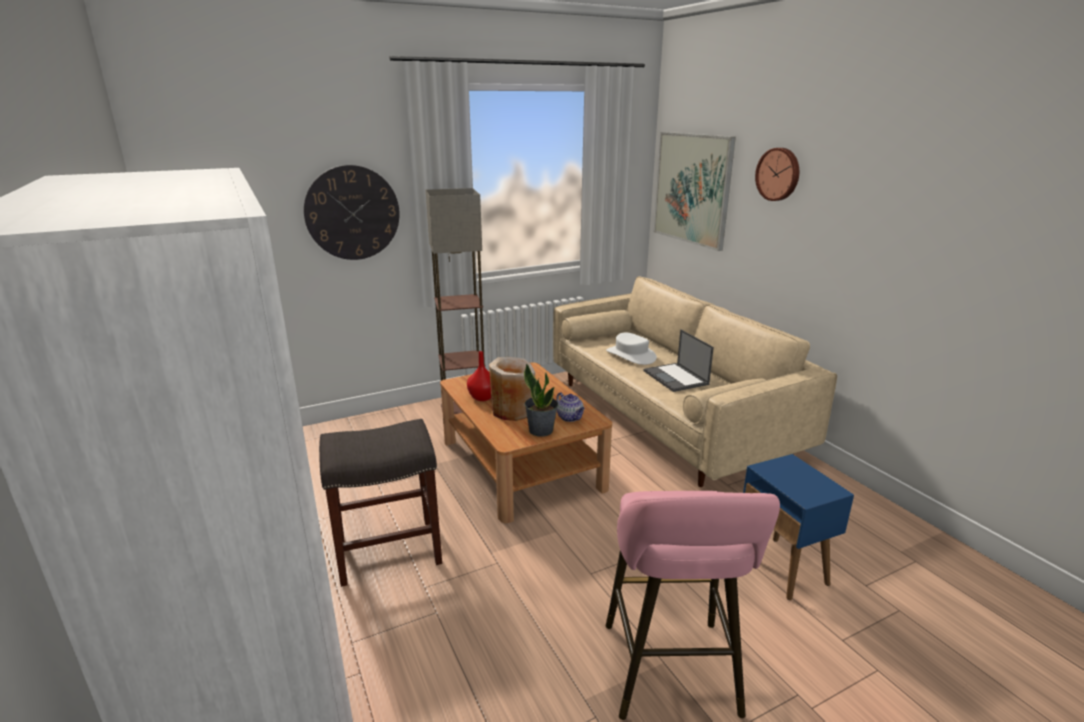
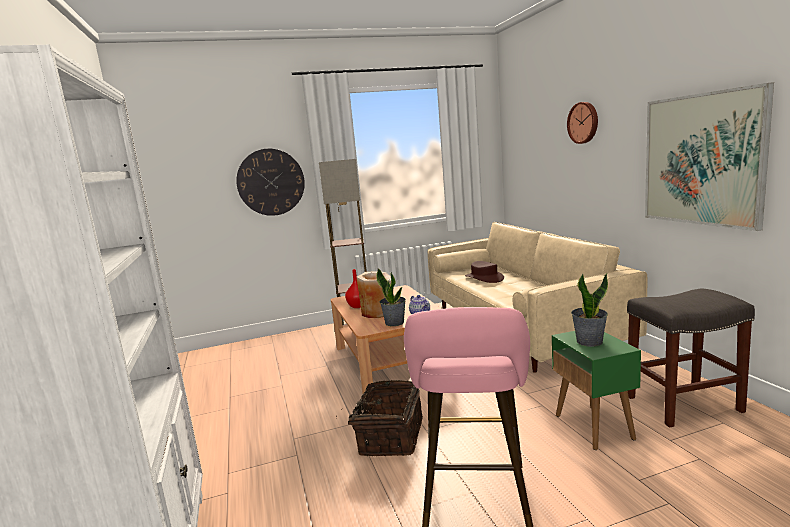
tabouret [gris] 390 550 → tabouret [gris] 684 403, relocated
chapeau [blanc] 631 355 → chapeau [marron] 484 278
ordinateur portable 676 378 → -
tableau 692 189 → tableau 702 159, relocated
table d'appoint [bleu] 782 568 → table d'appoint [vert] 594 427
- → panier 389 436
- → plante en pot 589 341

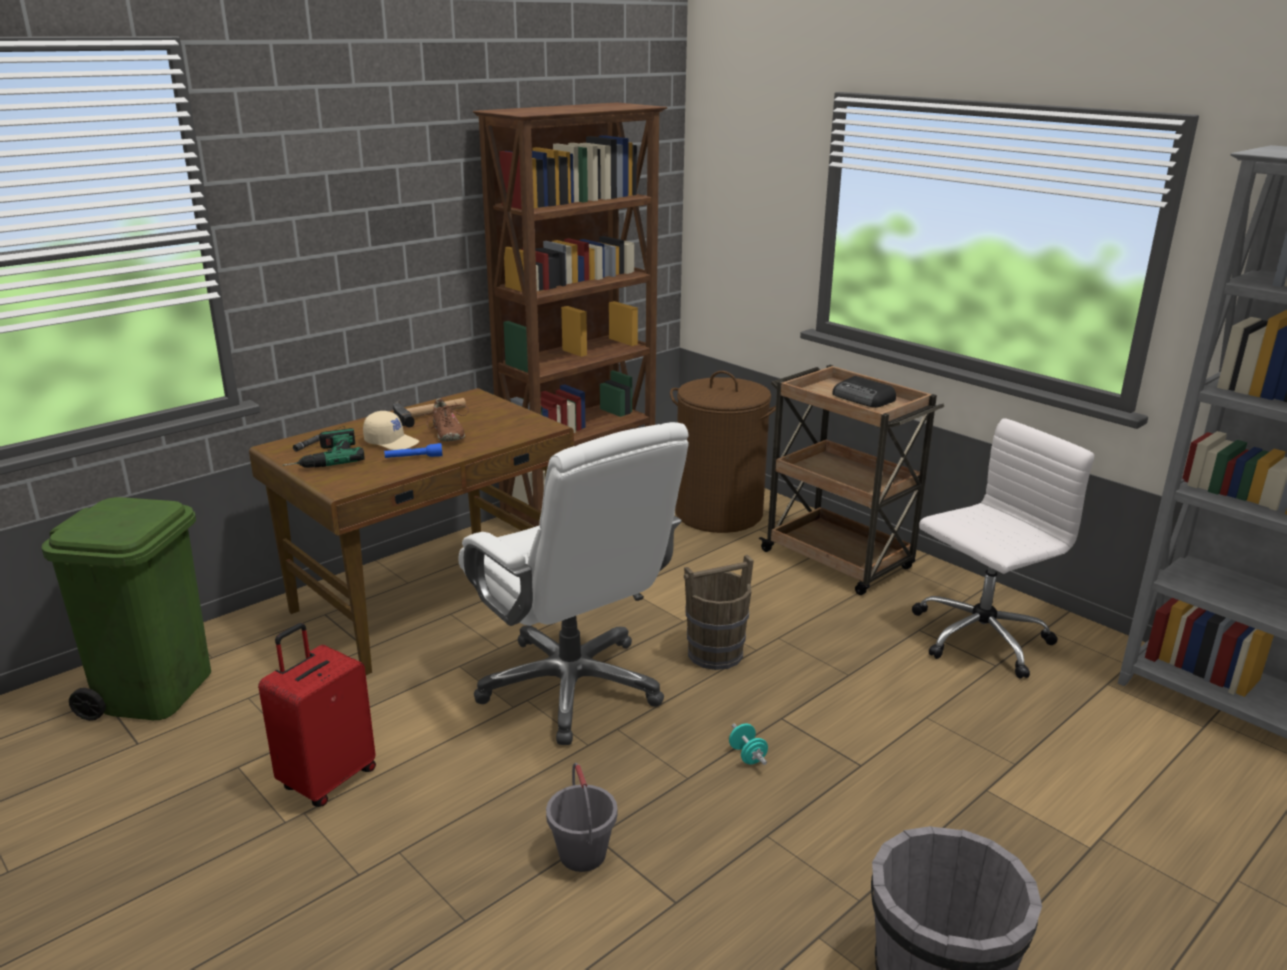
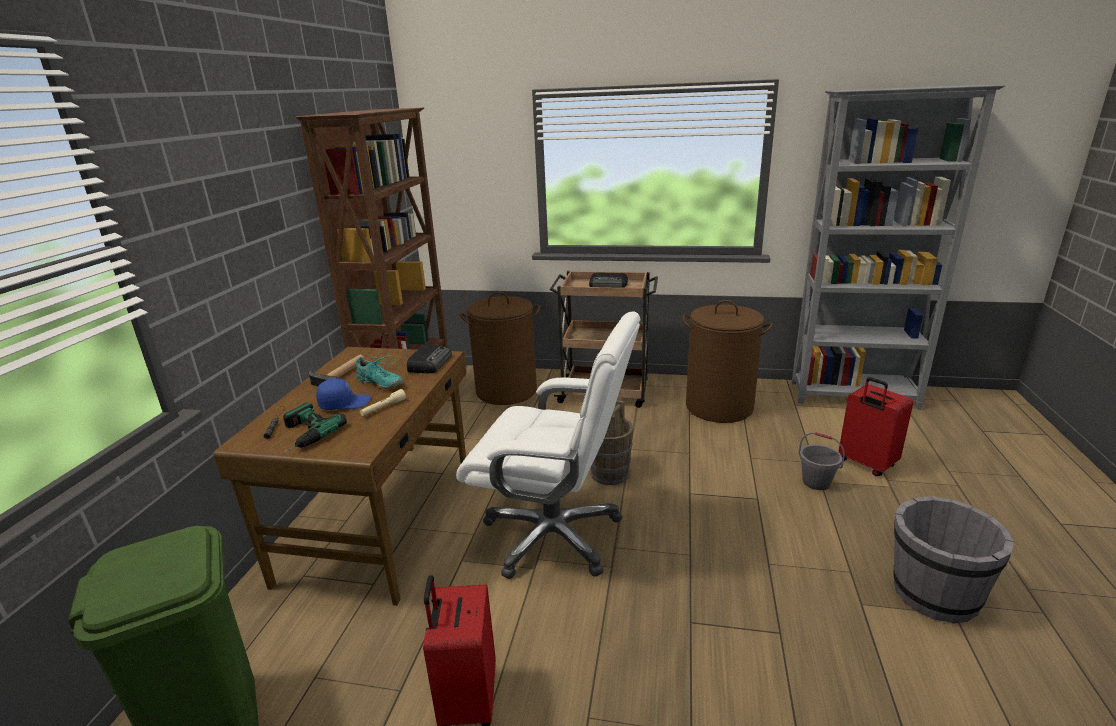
casquette [beige] 392 442 → casquette [bleu] 344 403
lampe de poche [bleu] 413 458 → lampe de poche [beige] 383 408
chaussure [marron] 446 434 → chaussure [turquoise] 380 383
seau [gris] 583 854 → seau [gris] 816 482, relocated
haltère [turquoise] 747 755 → -
chaise de bureau [blanc] 978 638 → panier à linge [marron] 719 407
- → radio 430 363
- → valise [rouge] 865 464

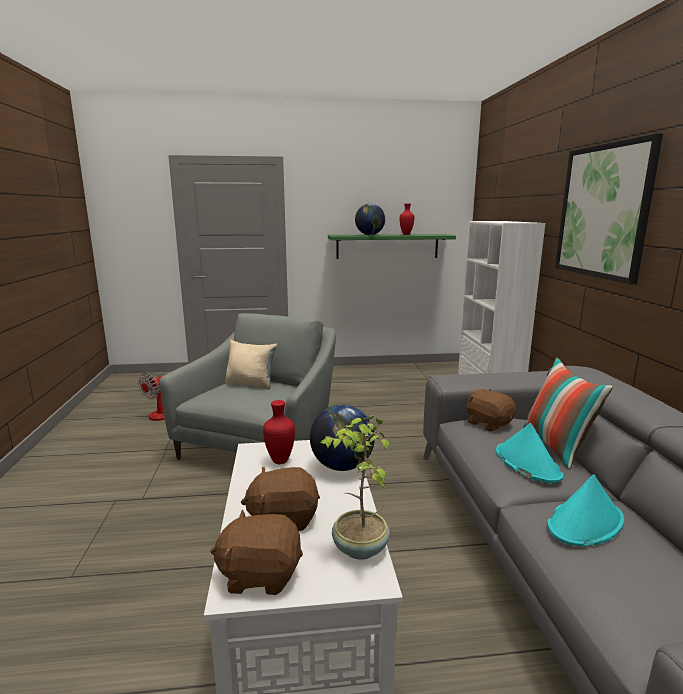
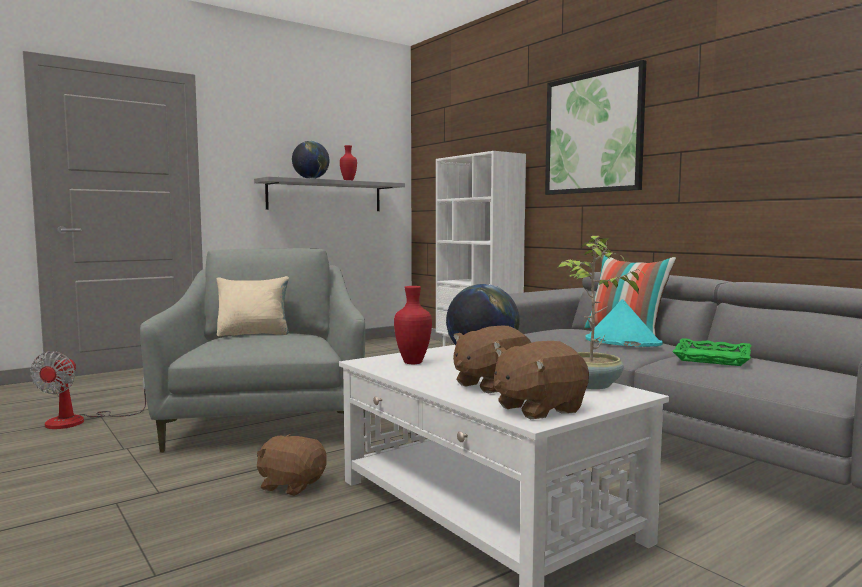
étagère [vert] 387 246 → étagère [gris] 325 196
peluche [marron] 488 423 → peluche [marron] 291 485, relocated
chapeau [turquoise] 585 523 → plateau [vert] 711 357

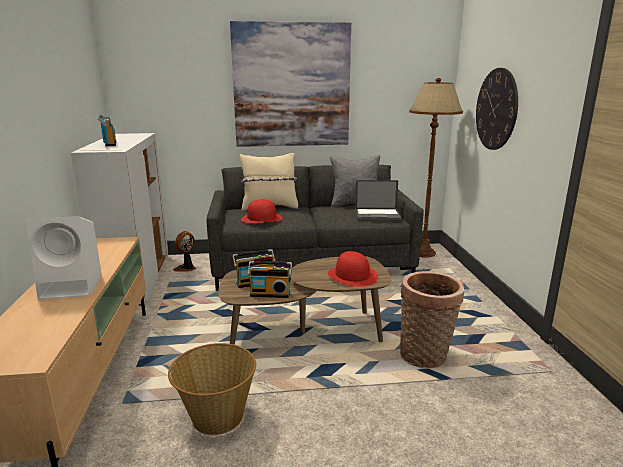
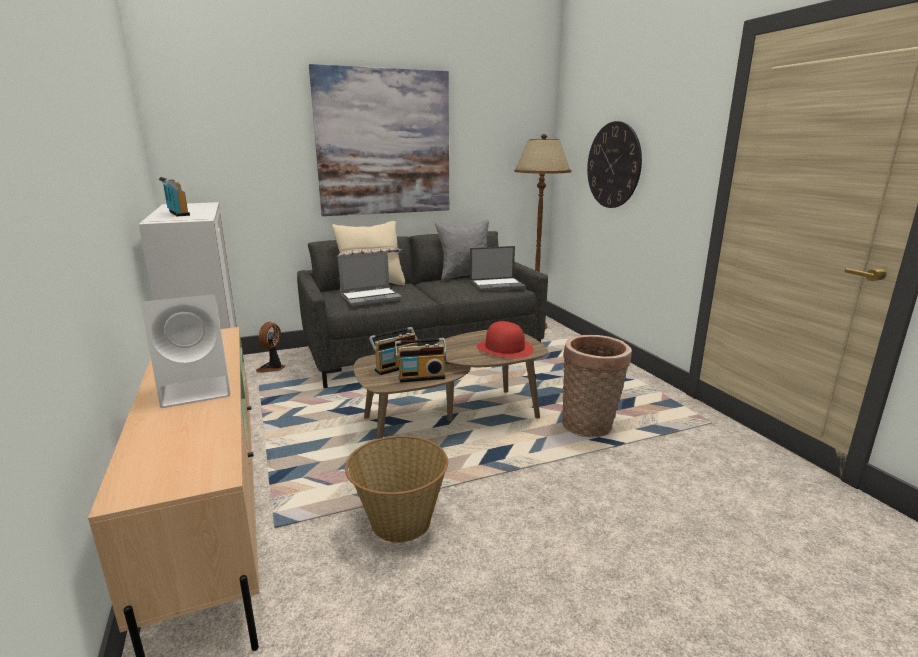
chapeau [rouge] 262 218 → ordinateur portable 371 298

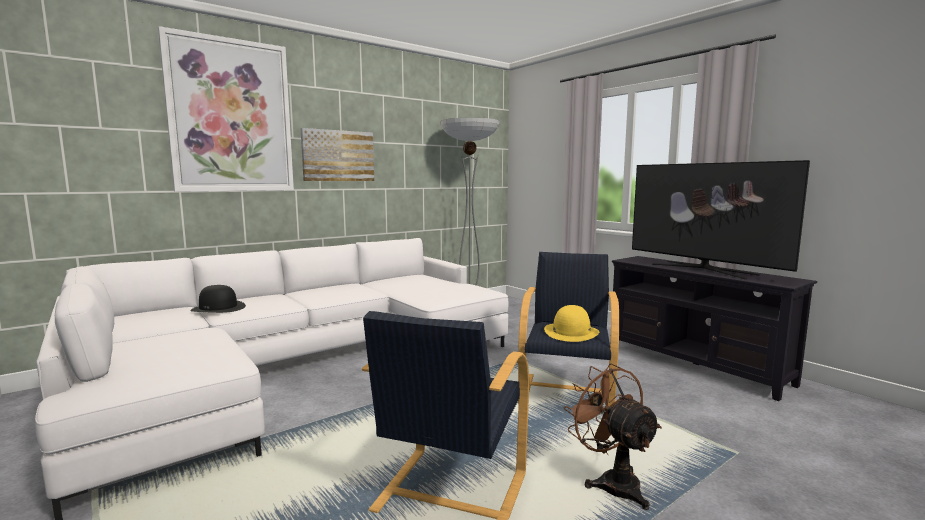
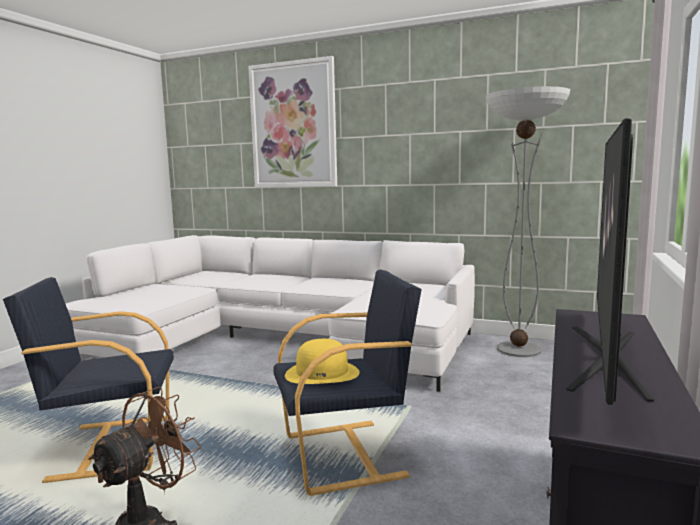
chapeau [noir] 218 308 → -
tableau 338 156 → -

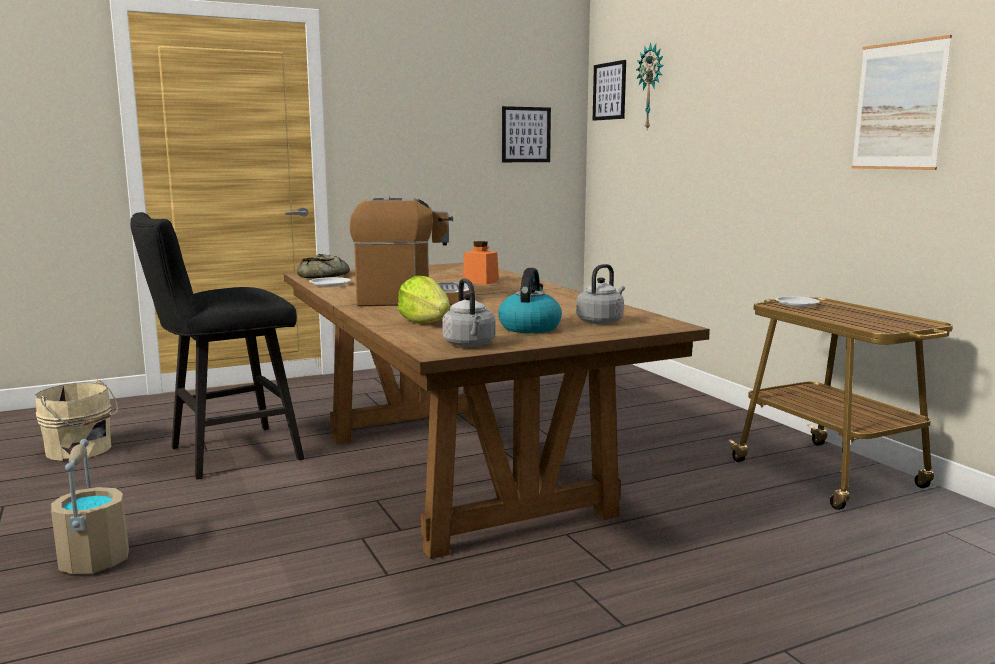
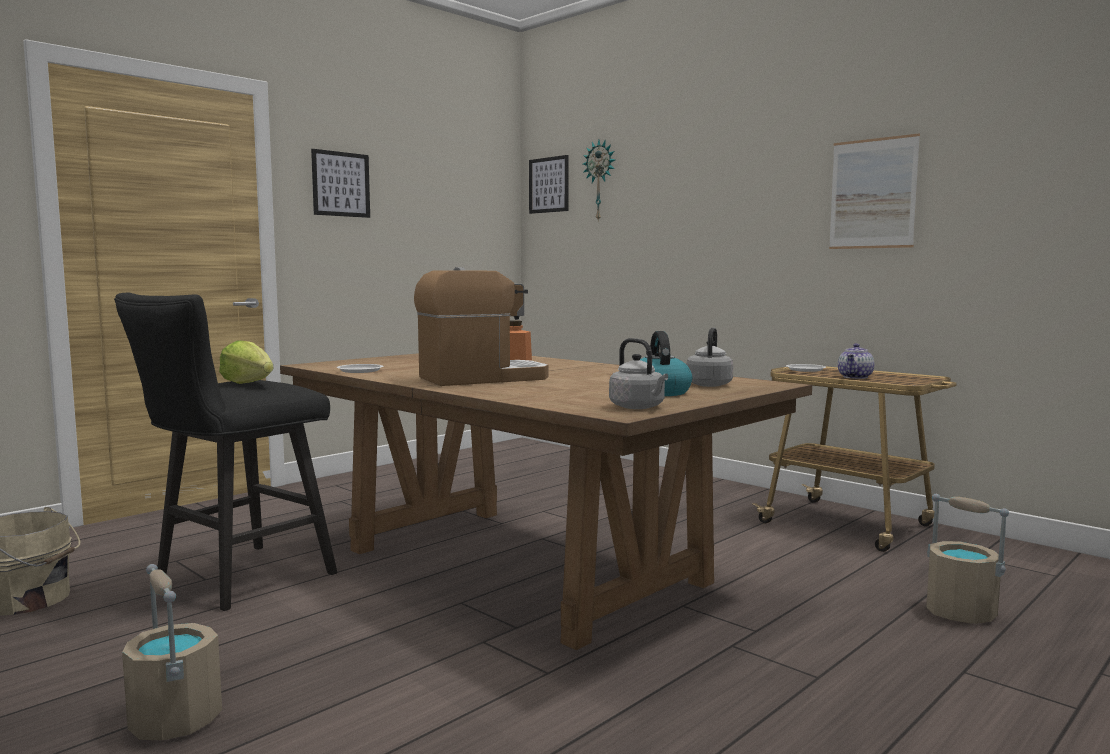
pain 323 276 → -
laitue 426 322 → laitue 248 383, relocated
tableau 526 134 → tableau 341 184, relocated
- → théière 855 377
- → seau [beige] 960 613

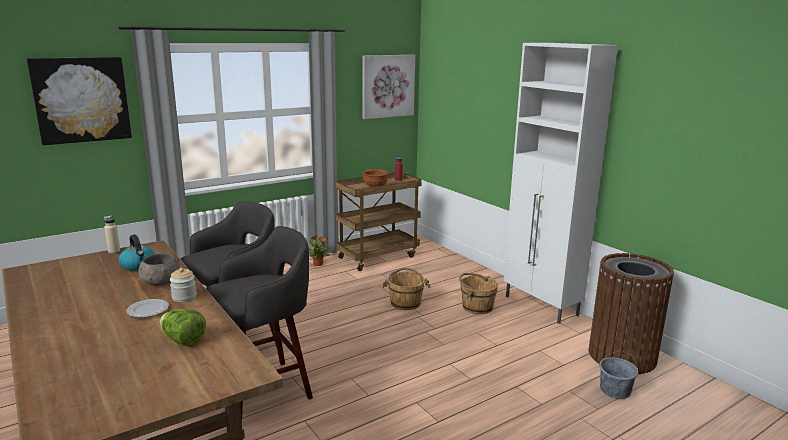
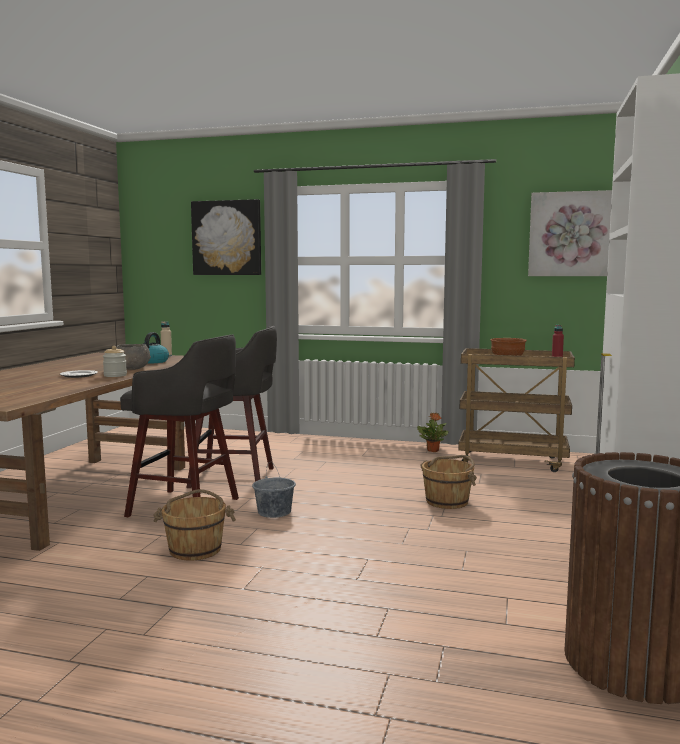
laitue 183 340 → -
seau [marron] 477 307 → seau [marron] 195 549, relocated
seau [gris] 615 390 → seau [gris] 274 512, relocated

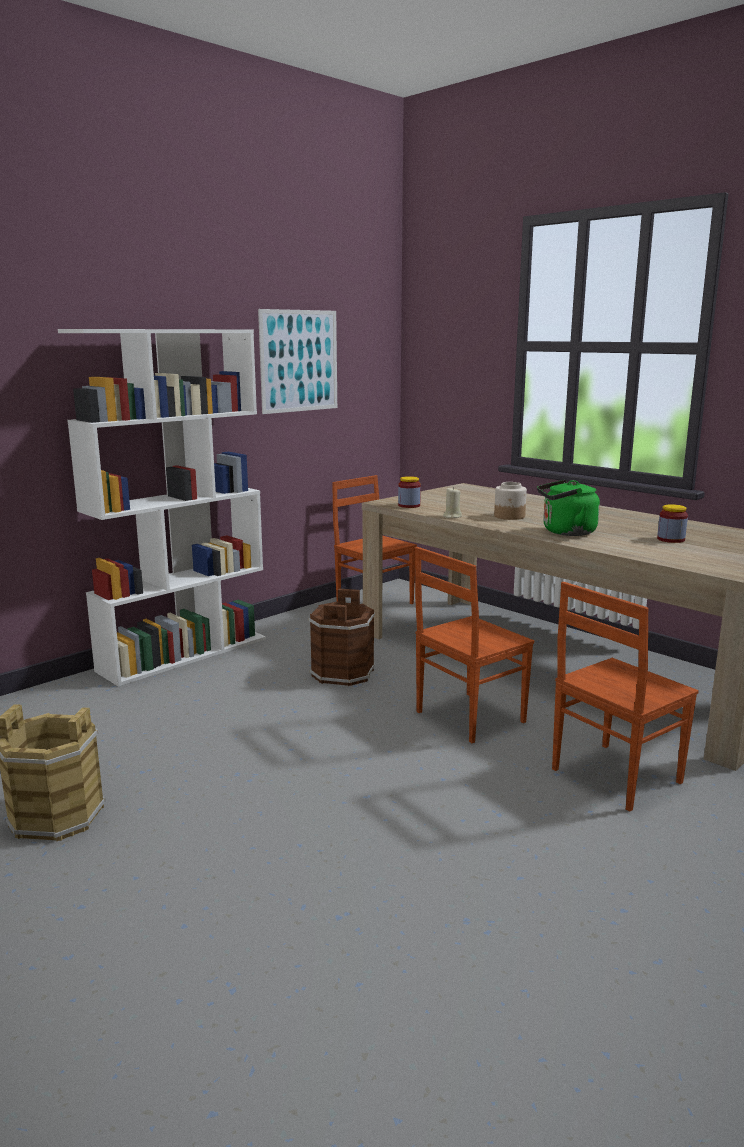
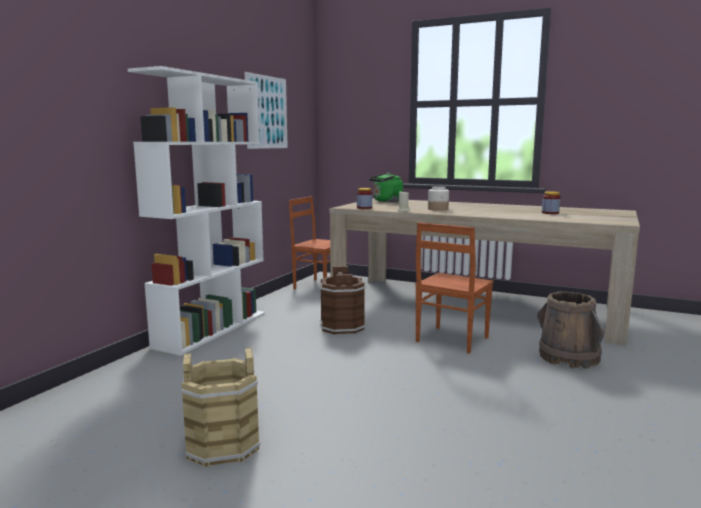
bouilloire [vert] 565 532 → bouilloire [vert] 386 201, relocated
chaise [marron] 613 776 → seau [marron] 568 357

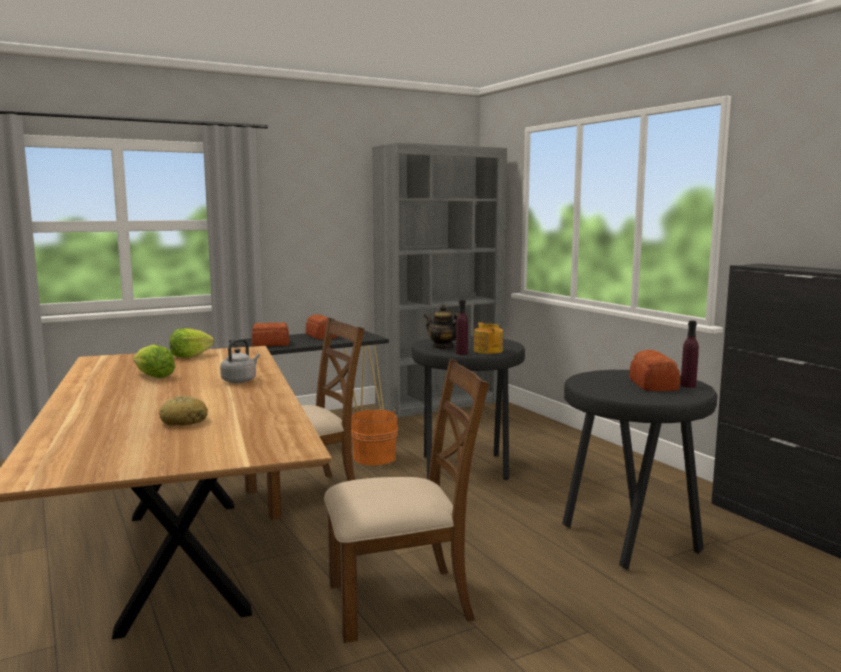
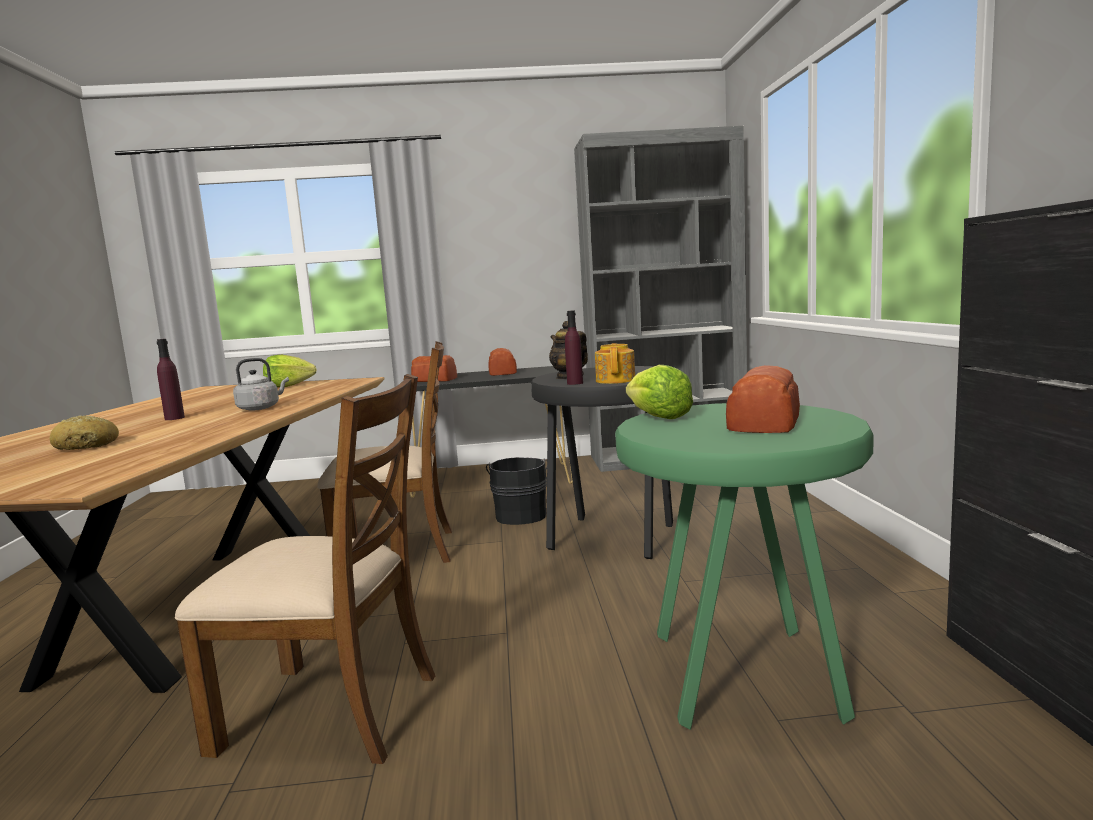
laitue 153 376 → laitue 658 417, relocated
seau [orange] 373 457 → seau [noir] 521 515
tabouret [noir] 630 541 → tabouret [vert] 742 678
bouteille [violet] 688 385 → bouteille [violet] 174 418, relocated

